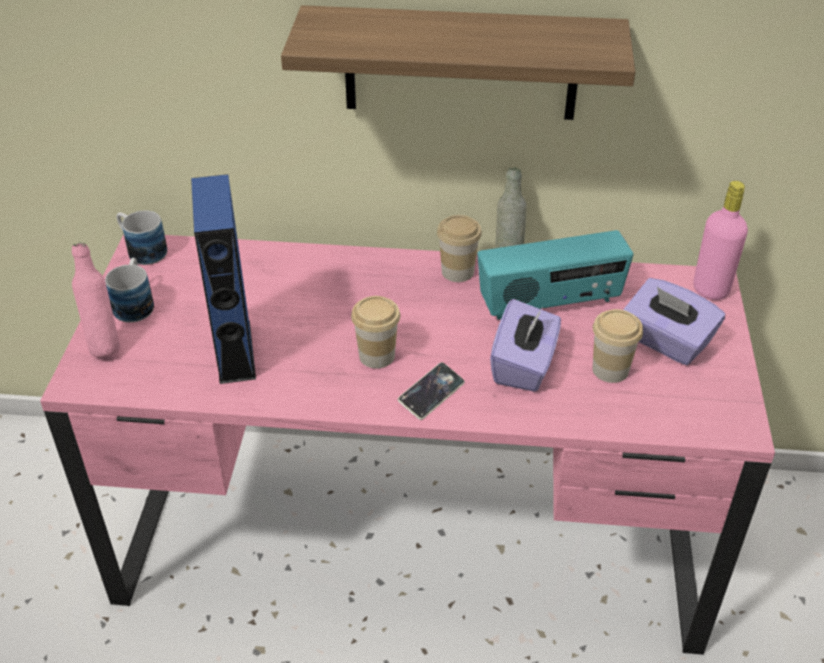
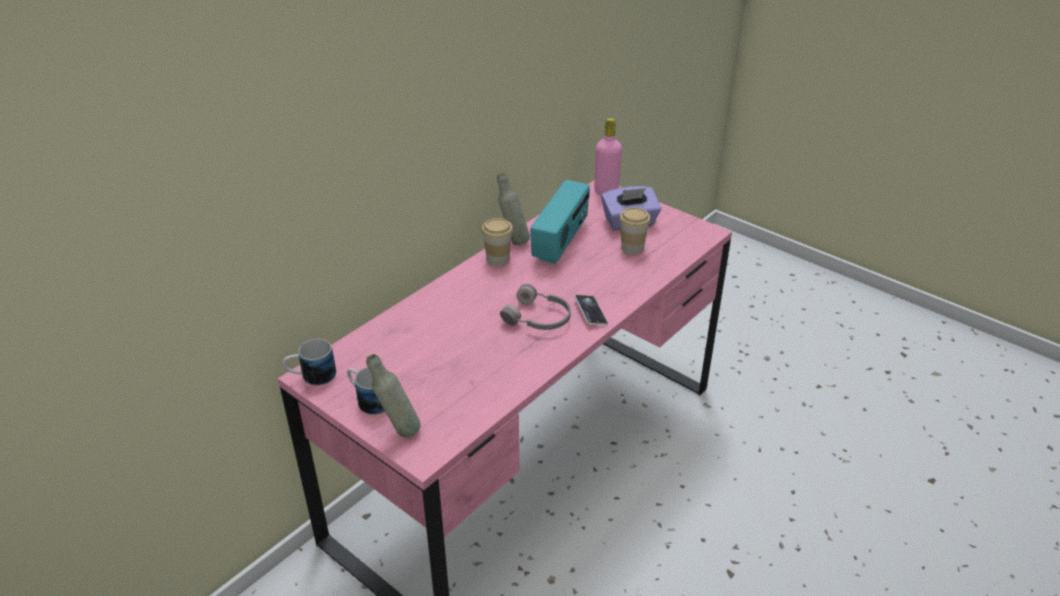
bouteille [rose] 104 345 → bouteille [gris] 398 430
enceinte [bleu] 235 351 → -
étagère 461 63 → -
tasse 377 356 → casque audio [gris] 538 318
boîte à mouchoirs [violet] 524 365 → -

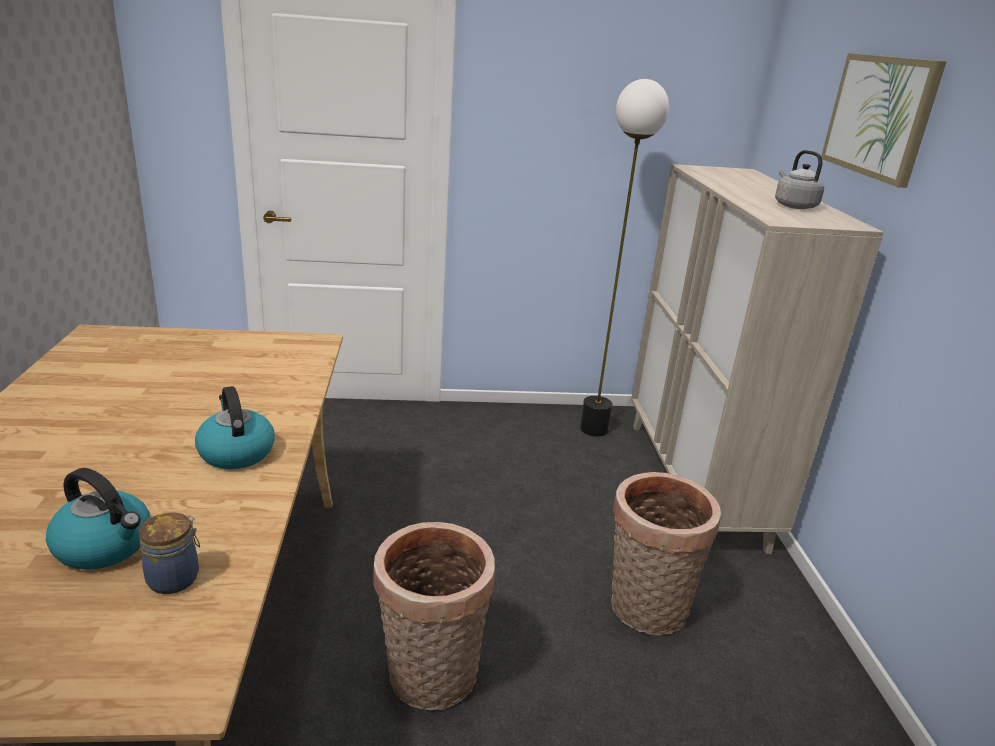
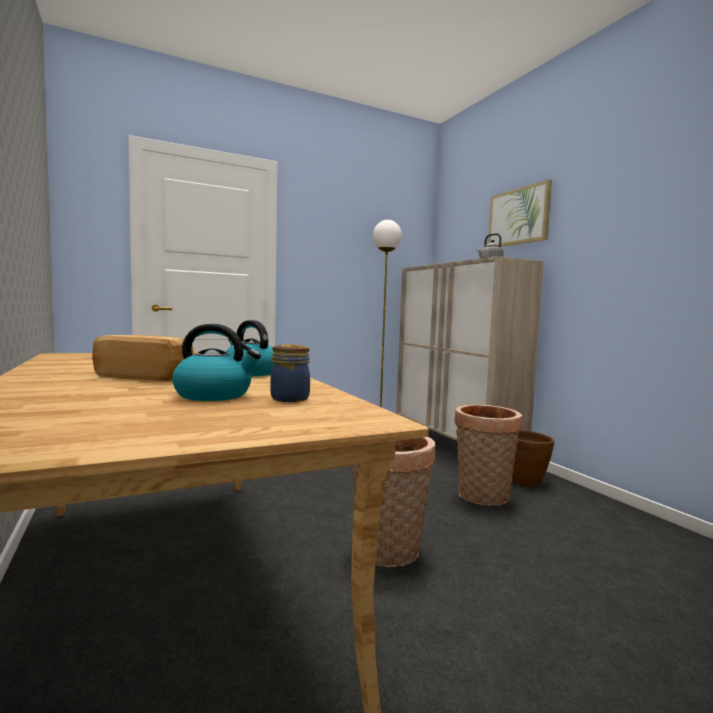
- → pain 145 376
- → cache-pot [marron] 527 482

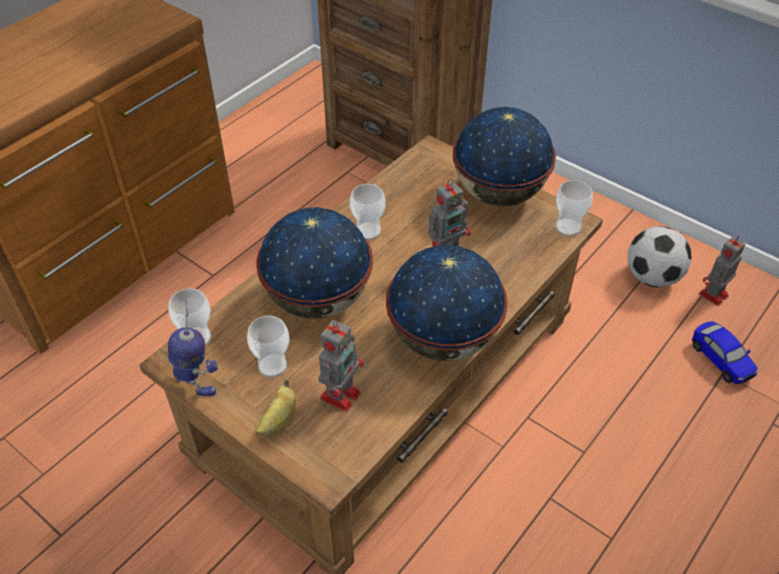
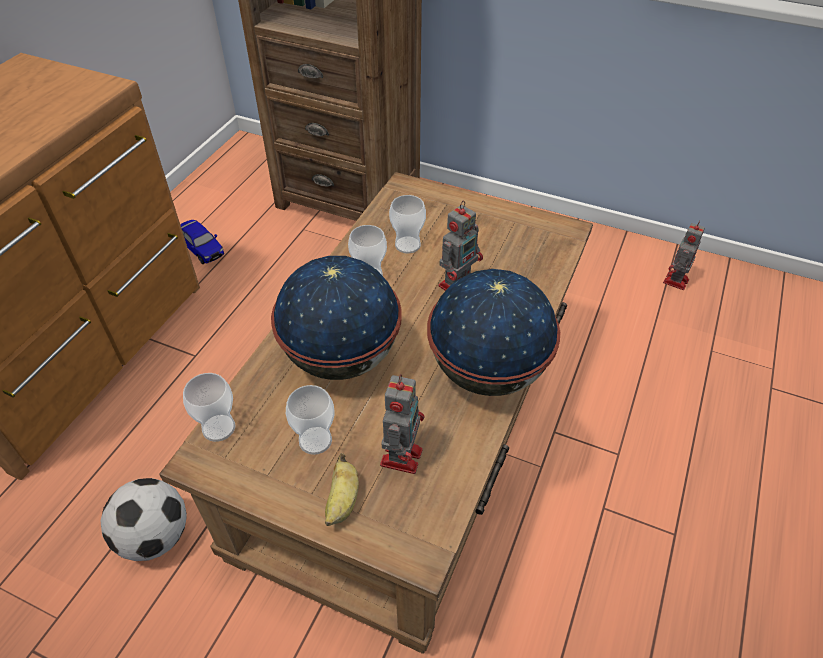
robot jouet 196 383 → -
globe 499 194 → -
tasse 568 227 → tasse 407 245, relocated
ballon de foot 652 277 → ballon de foot 155 537, relocated
petite voiture 721 360 → petite voiture 202 249, relocated

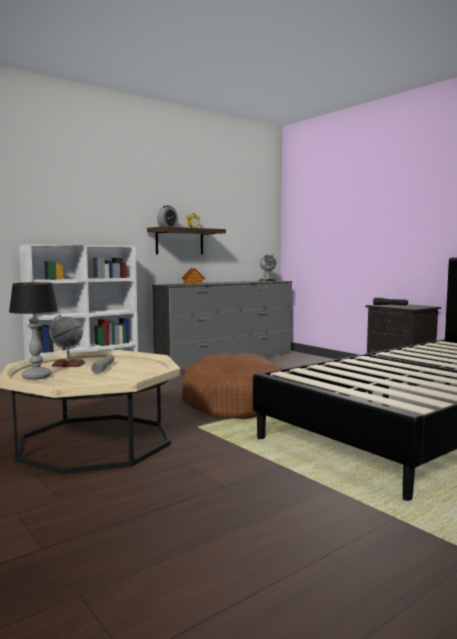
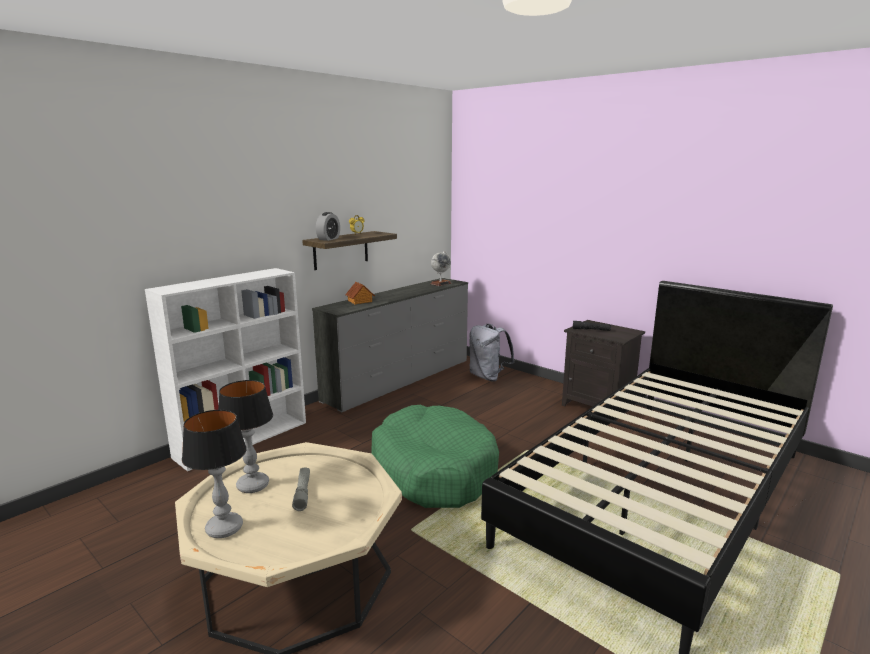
globe 68 364 → lampe de table 252 485
panier pour chien [marron] 232 402 → panier pour chien [vert] 433 470
- → sac à dos [gris] 488 377

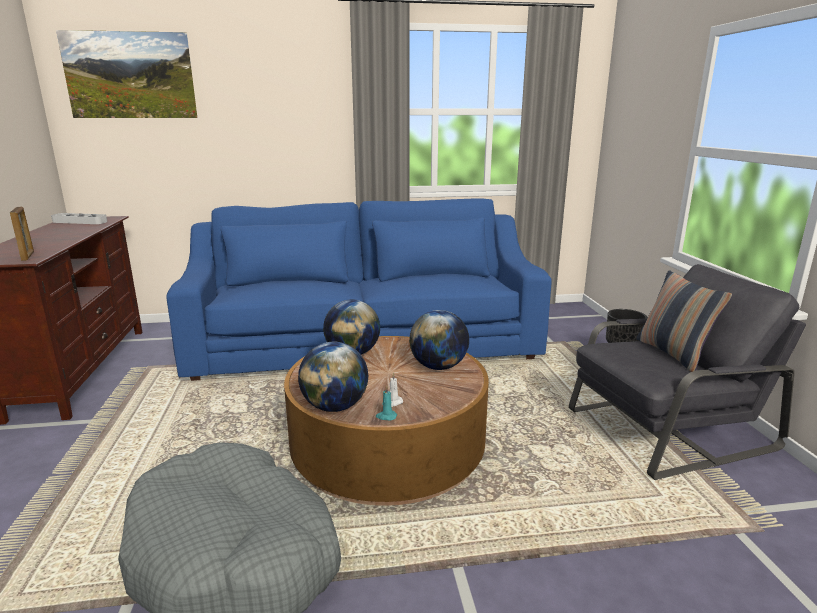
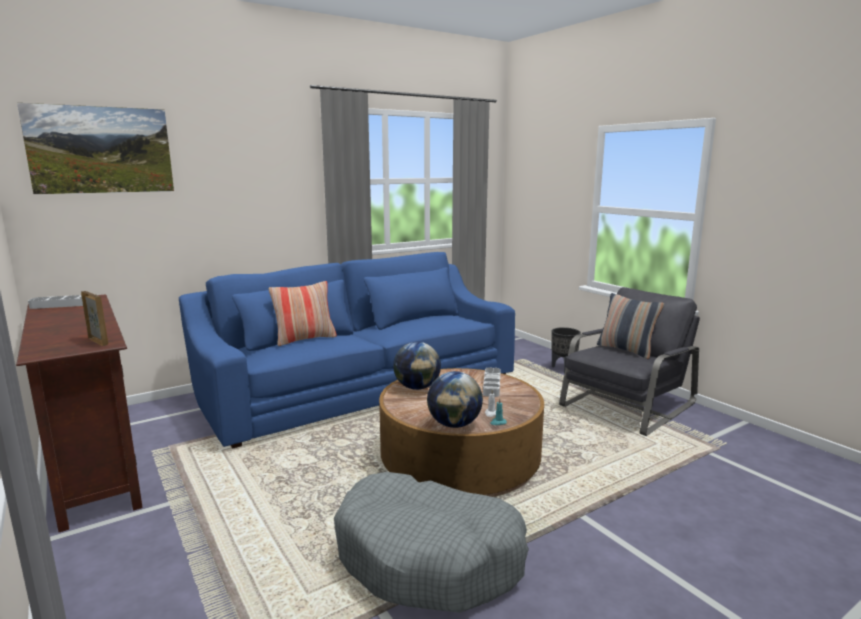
globe 438 367 → plateau [gris] 491 385
- → coussin 305 339

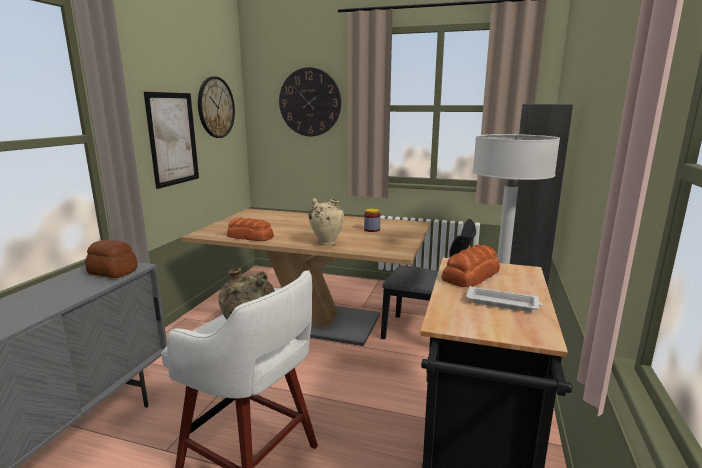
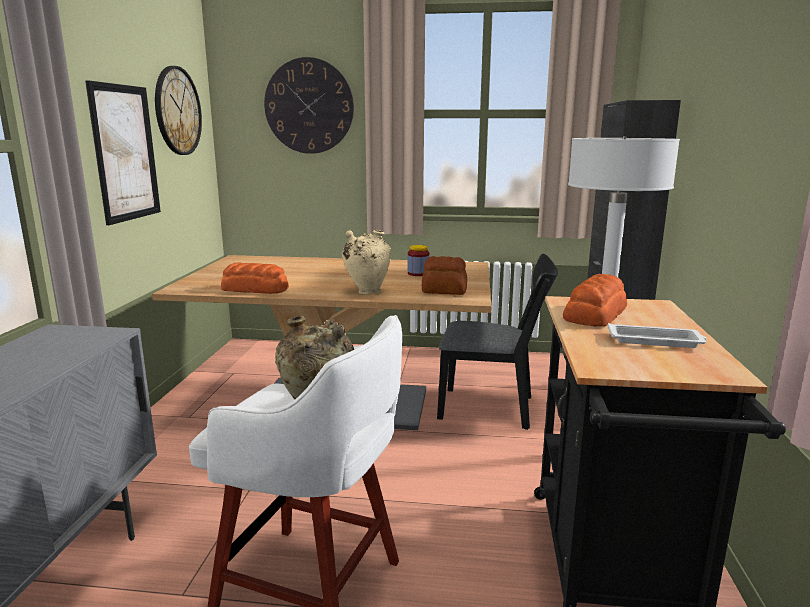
pain 113 272 → pain 444 291, relocated

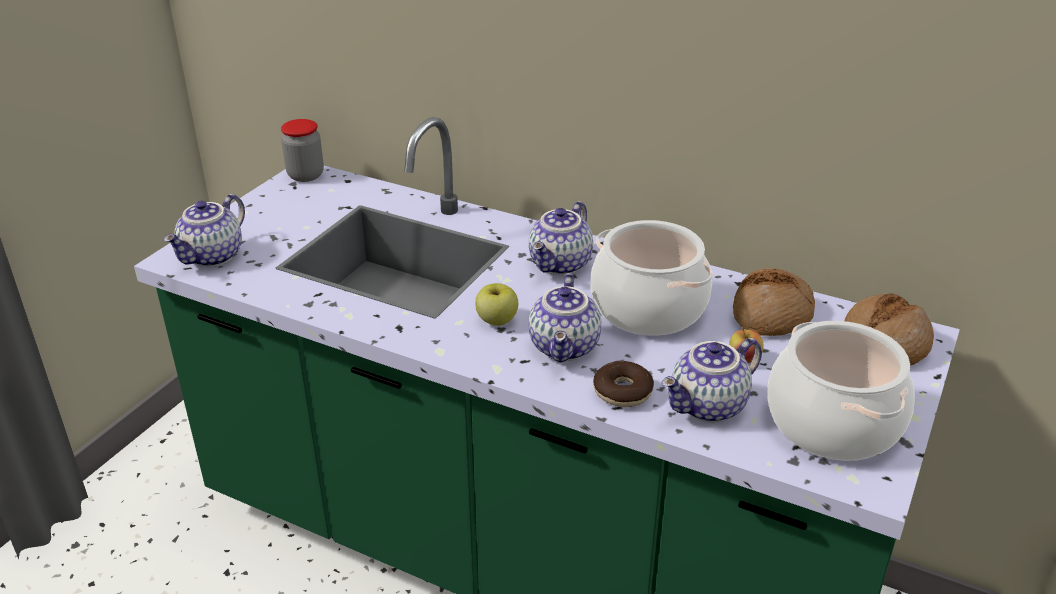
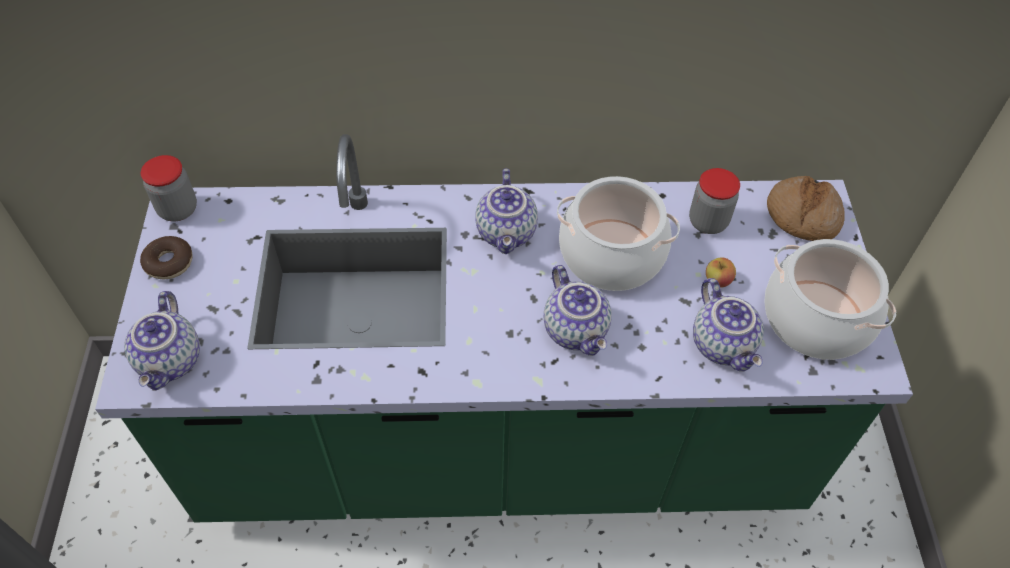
pomme 496 320 → -
beignet 622 392 → beignet 169 263, relocated
théière 709 407 → théière 724 345, 45 degrees counterclockwise
pain 771 315 → bocal 708 222

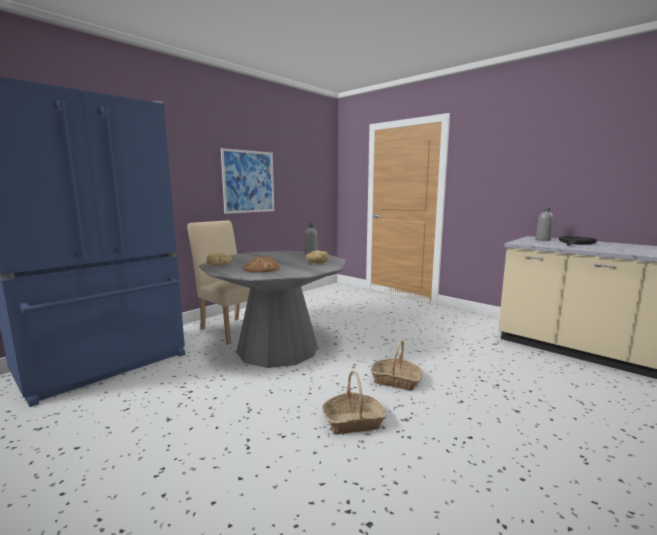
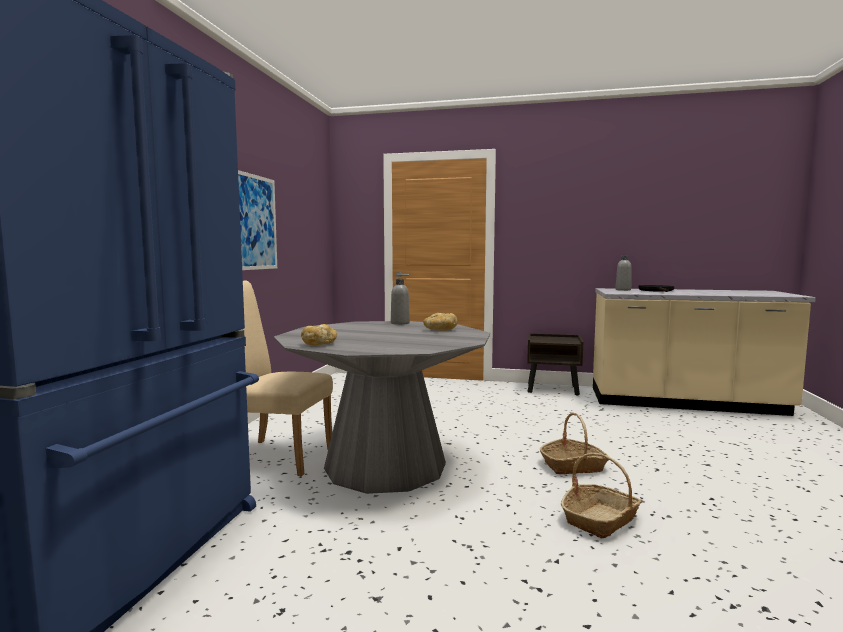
pain 261 269 → -
- → table de chevet [marron] 553 389

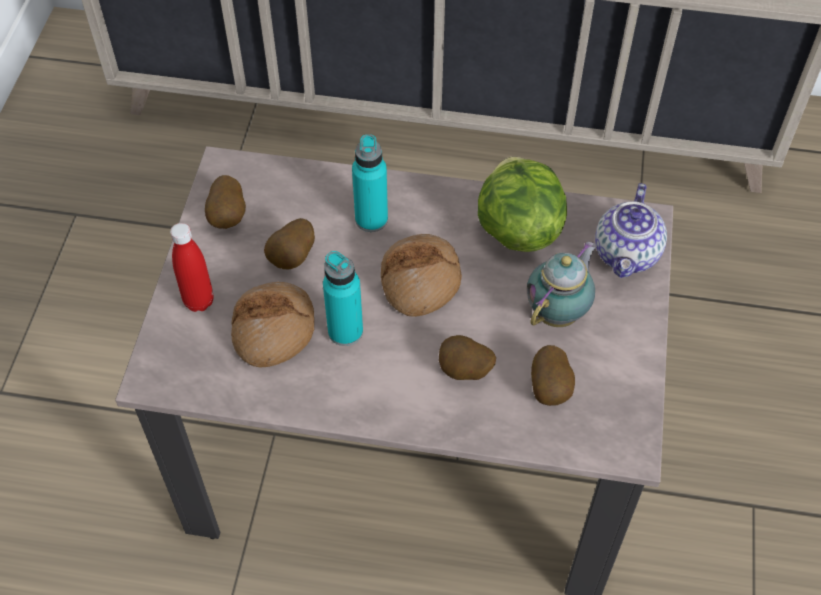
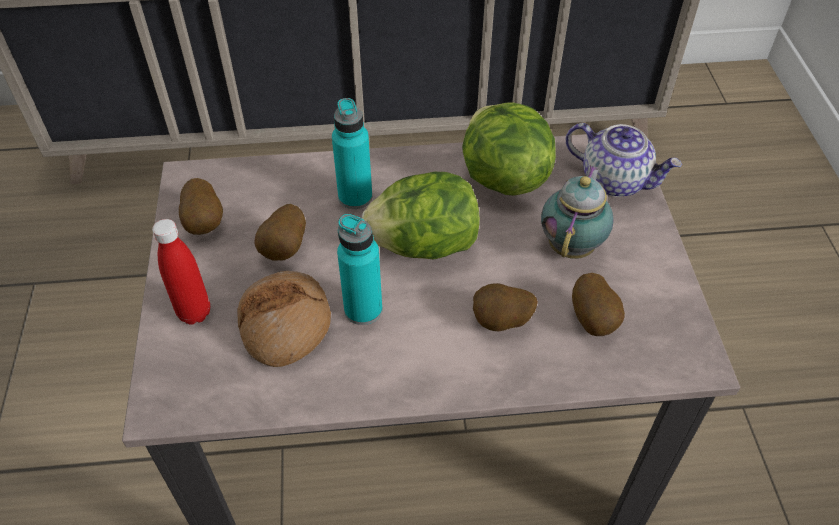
pain 420 281 → laitue 424 245
théière 627 254 → théière 615 180, 60 degrees counterclockwise

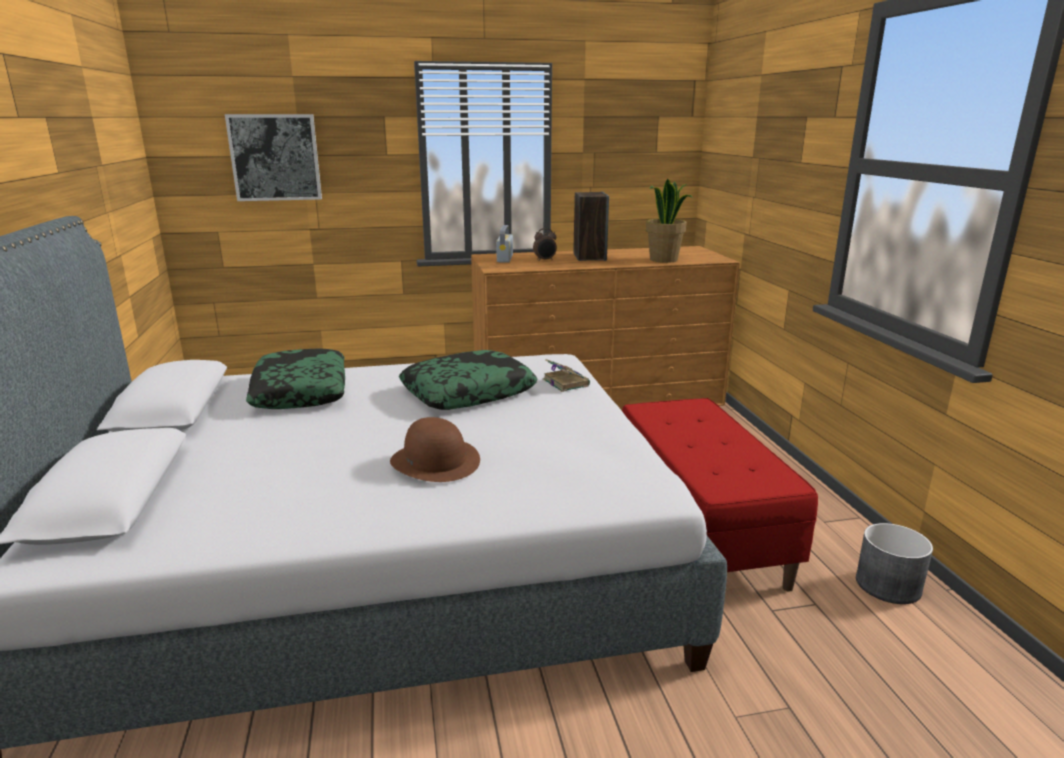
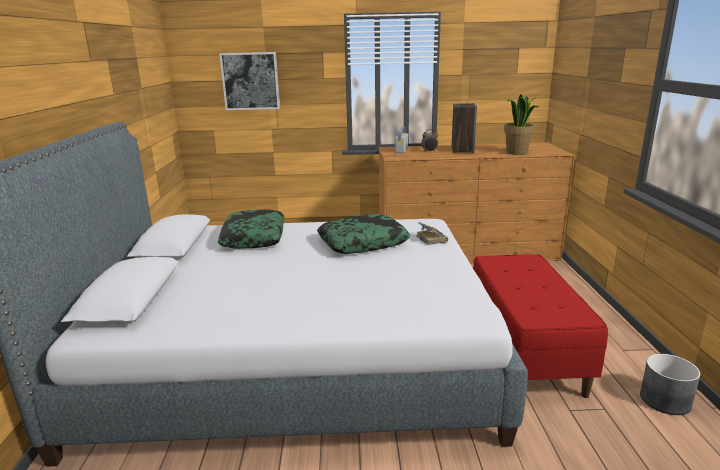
chapeau [marron] 435 461 → -

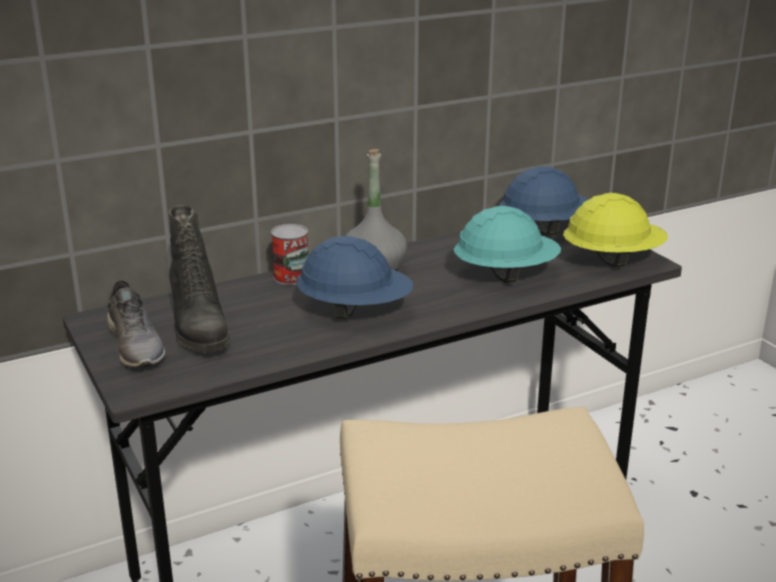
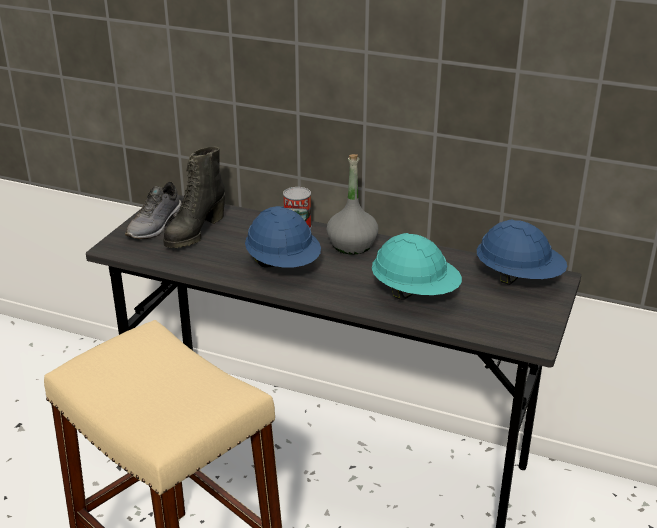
casque de chantier [jaune] 612 260 → -

